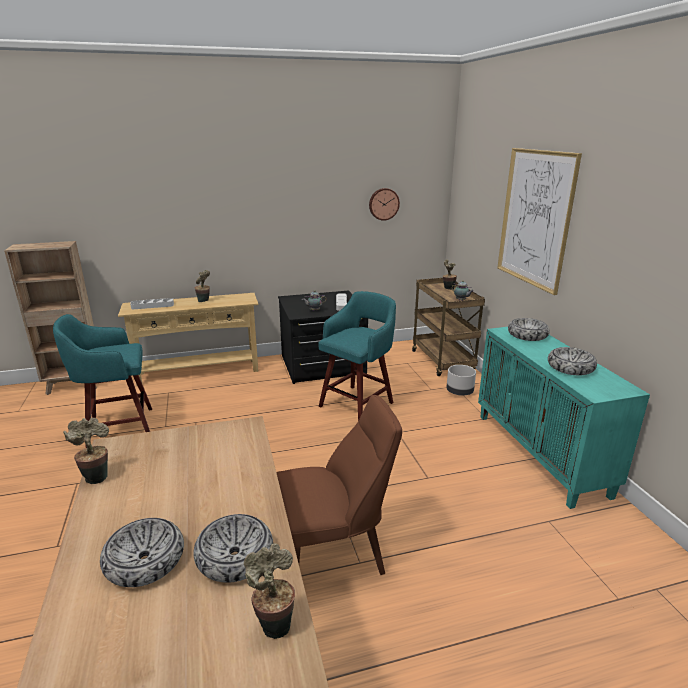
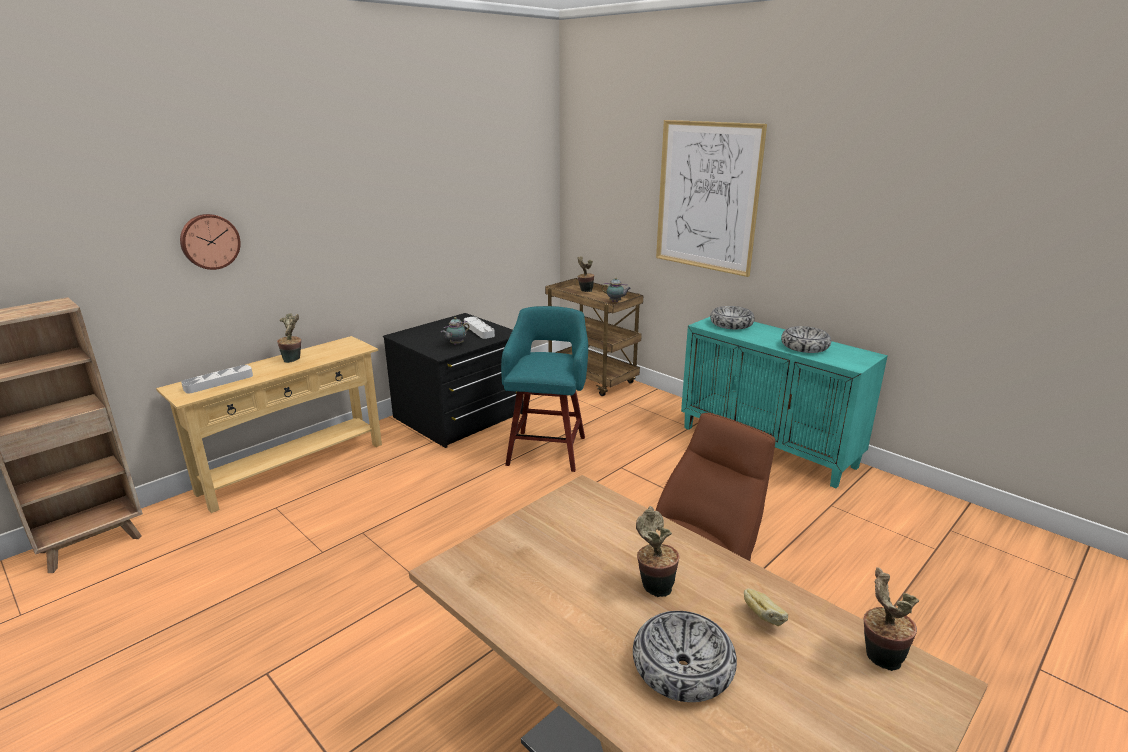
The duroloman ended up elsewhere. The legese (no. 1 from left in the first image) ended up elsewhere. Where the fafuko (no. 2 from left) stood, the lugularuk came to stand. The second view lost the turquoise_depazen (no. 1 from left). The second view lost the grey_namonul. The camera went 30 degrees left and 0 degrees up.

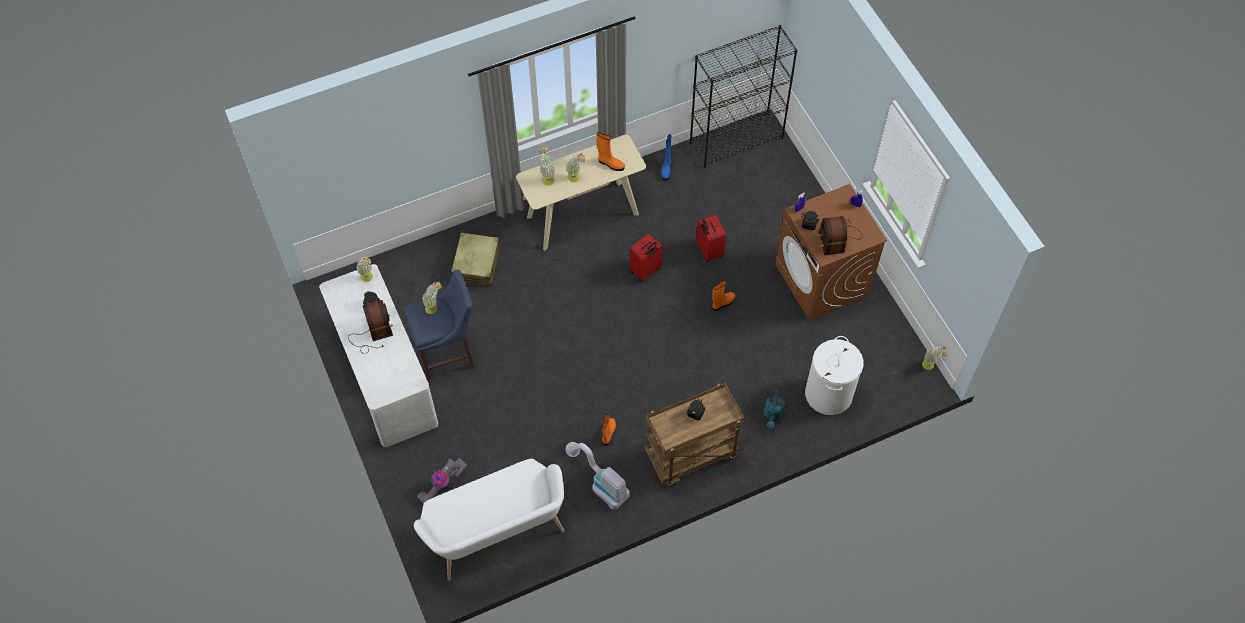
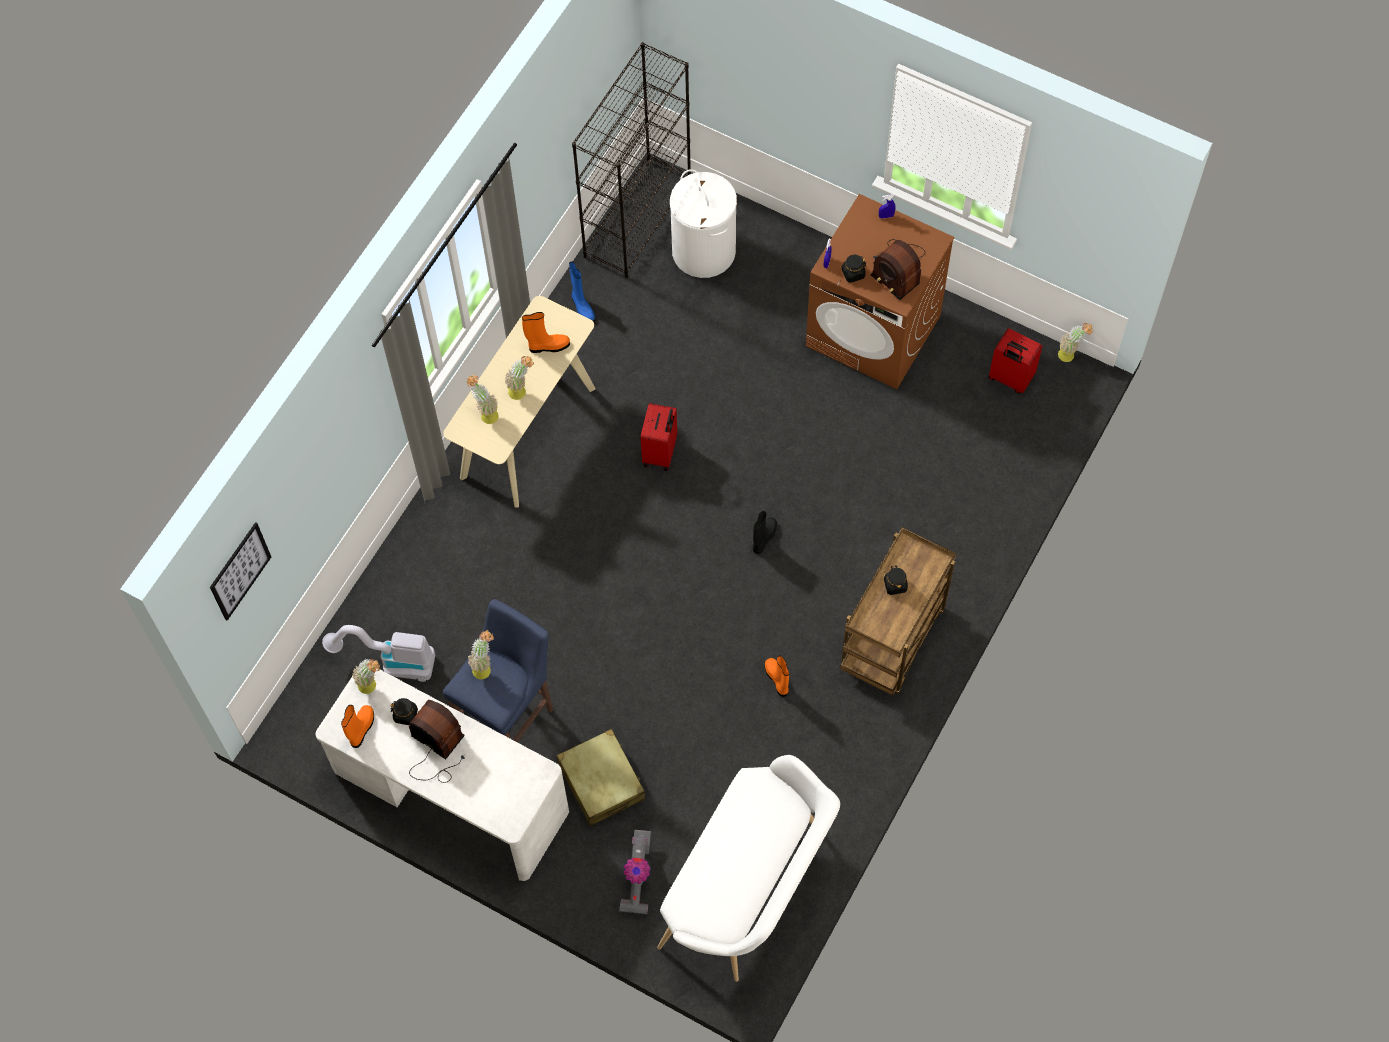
The second view gained the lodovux. The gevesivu (no. 2 from left in the first image) ended up elsewhere. The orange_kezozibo (no. 3 from left in the first image) ended up elsewhere. The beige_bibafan ended up elsewhere. The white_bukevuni ended up elsewhere. The second view gained the black_kezozibo. The red_bibafan (no. 2 from left) ended up elsewhere. The second view lost the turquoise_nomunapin. The camera went 35 degrees left and 5 degrees up.

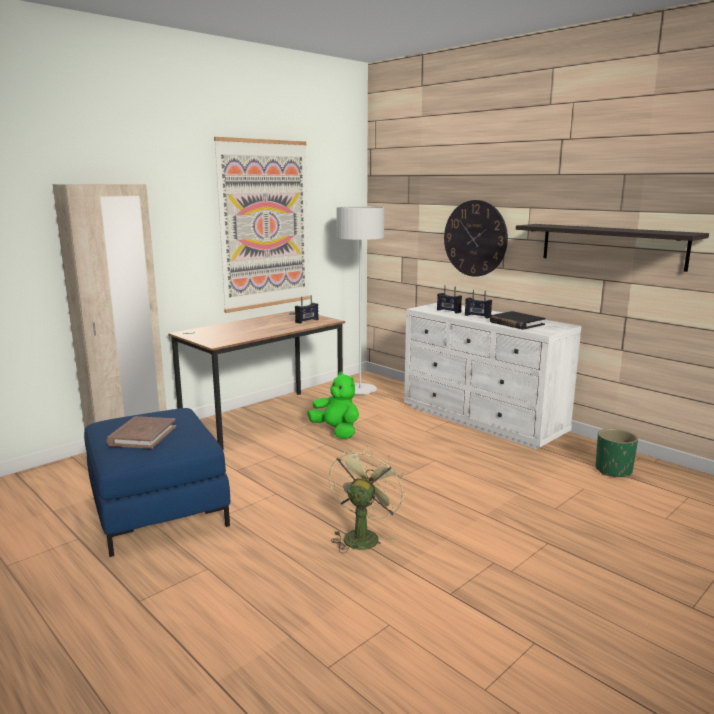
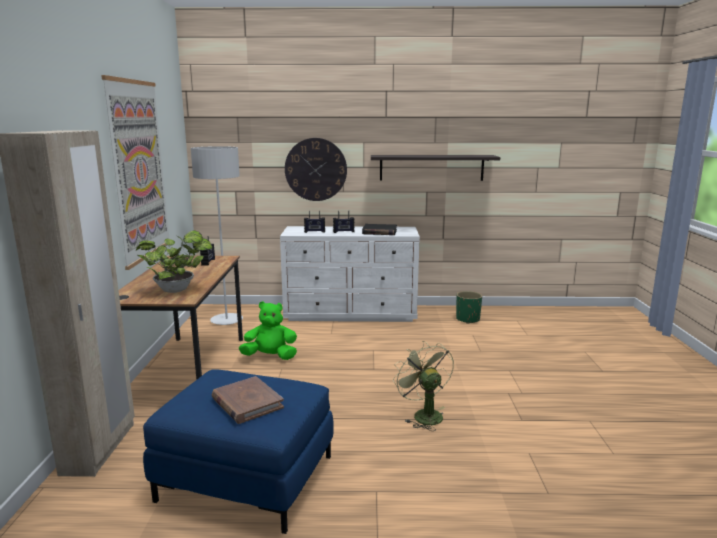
The second view gained the legese. The camera went 45 degrees left and 0 degrees up.

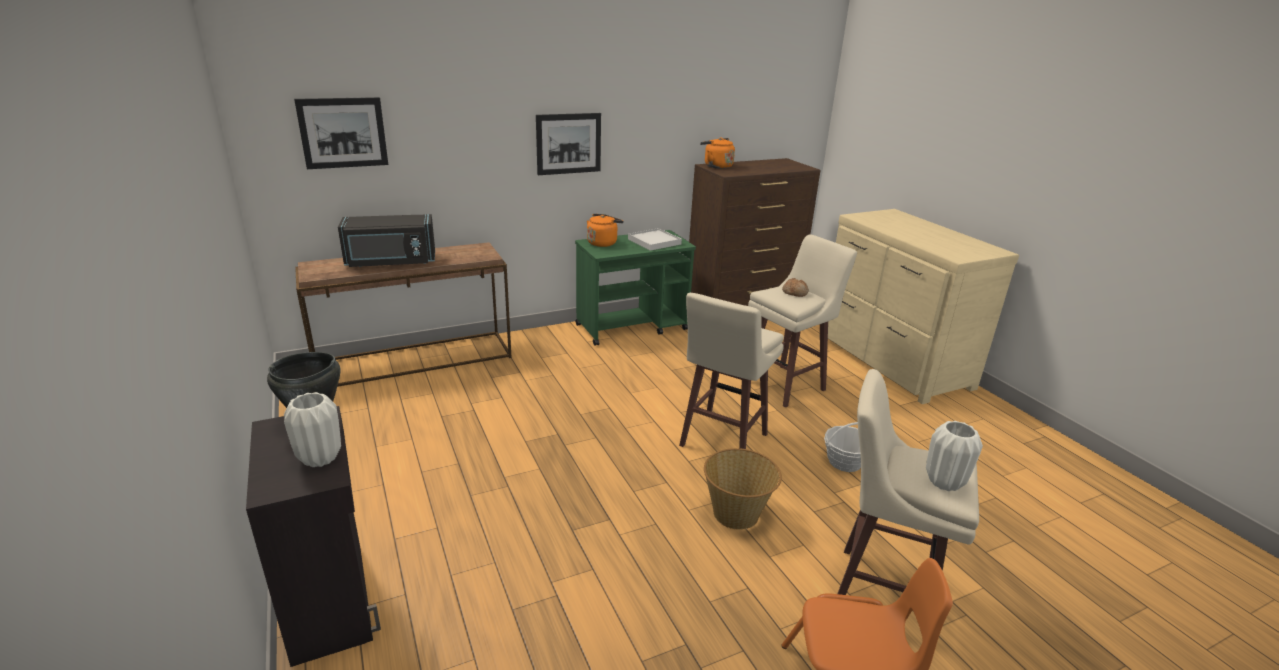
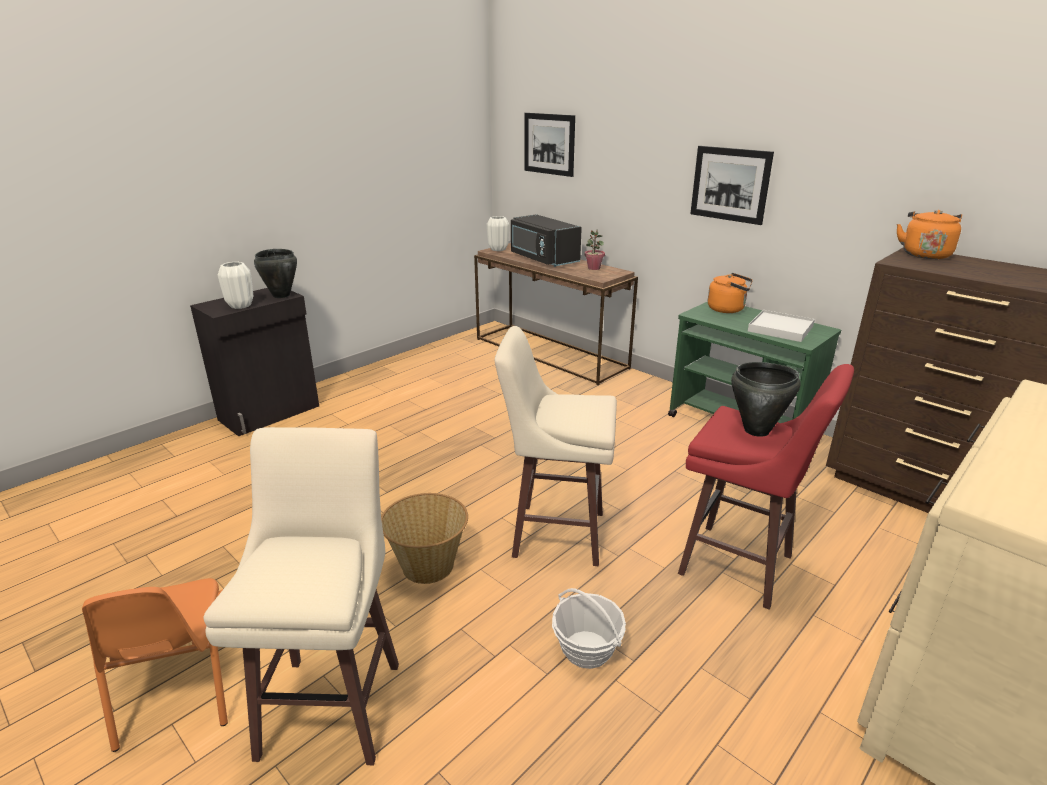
The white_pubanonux (no. 2 from left) ended up elsewhere. The second view gained the legese. What was the beige_depazen (no. 2 from left) turned into the red_depazen. Where the lugularuk stood, the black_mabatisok (no. 2 from left) came to stand. The camera went 70 degrees right and 0 degrees up.

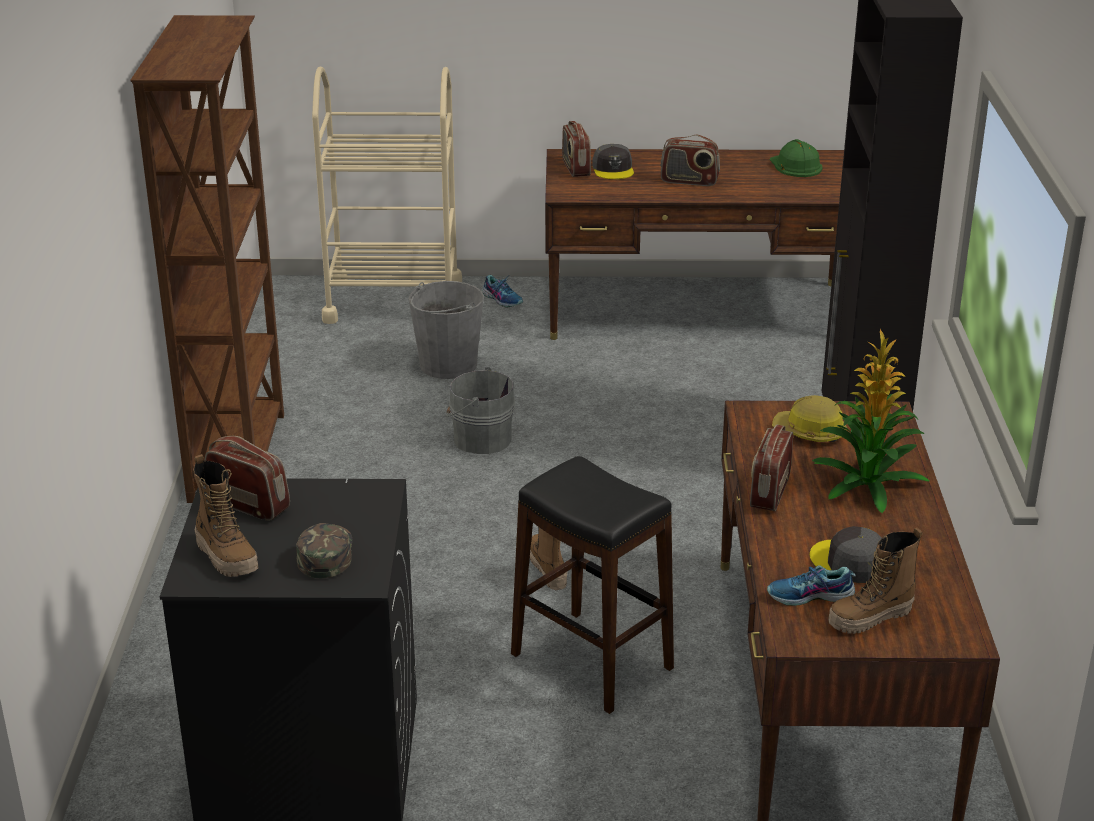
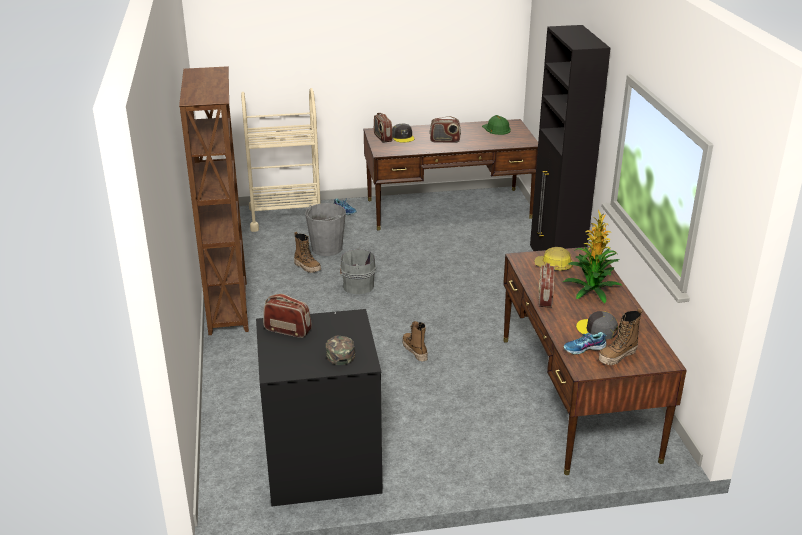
The kezozibo (no. 1 from left) ended up elsewhere. The second view lost the black_depazen. The camera went 10 degrees left and 0 degrees up.

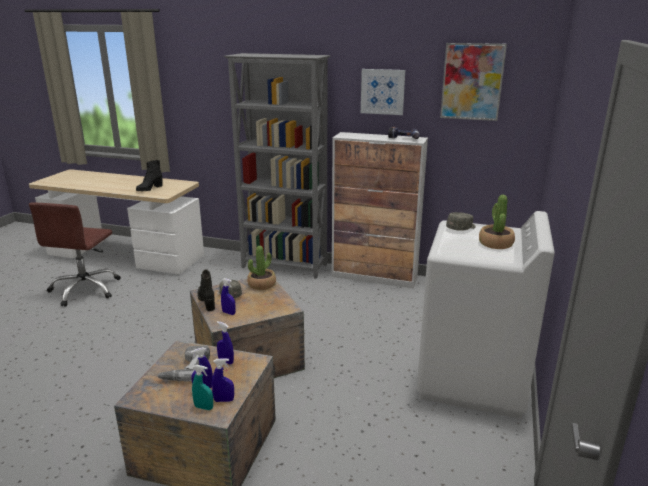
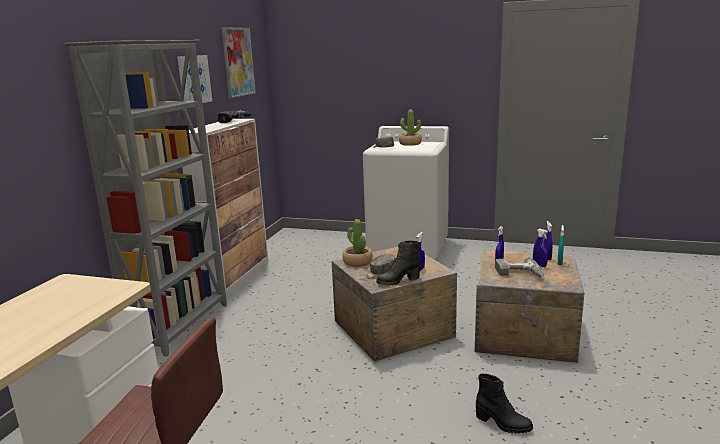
The black_kezozibo (no. 1 from left in the first image) ended up elsewhere. The camera went 90 degrees left and 5 degrees down.

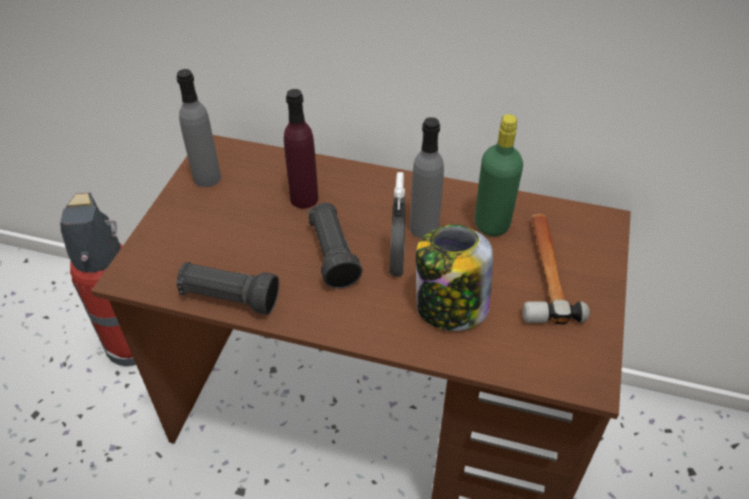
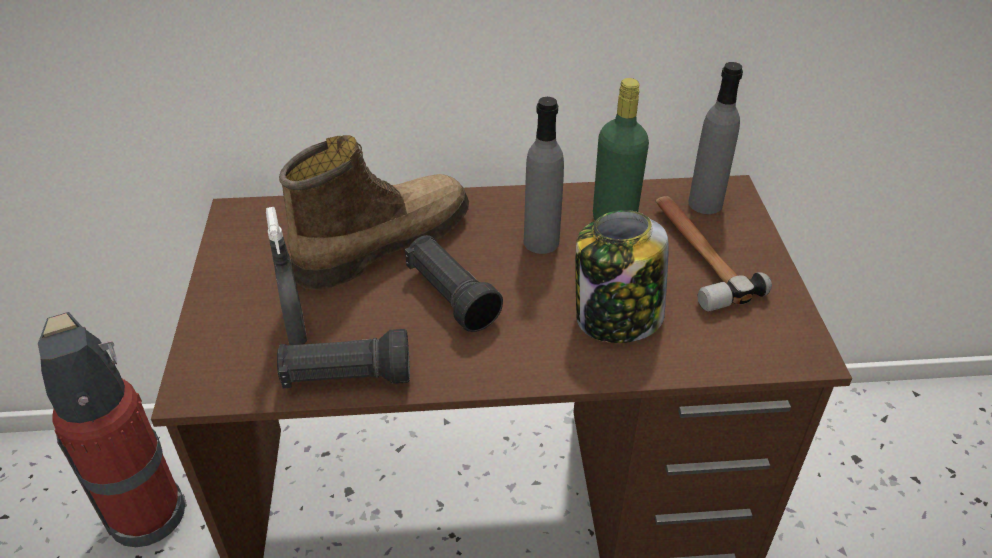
The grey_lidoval ended up elsewhere. Where the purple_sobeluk stood, the kezozibo came to stand. The grey_sobeluk (no. 1 from left in the first image) ended up elsewhere. The camera went 20 degrees left and 5 degrees down.

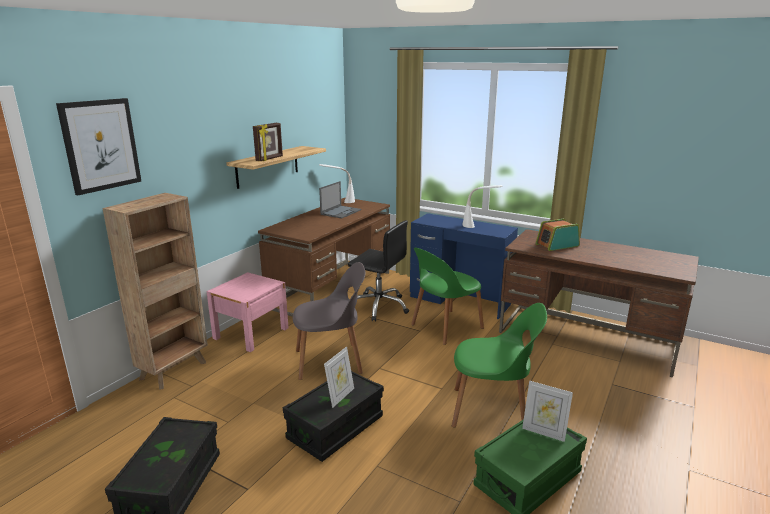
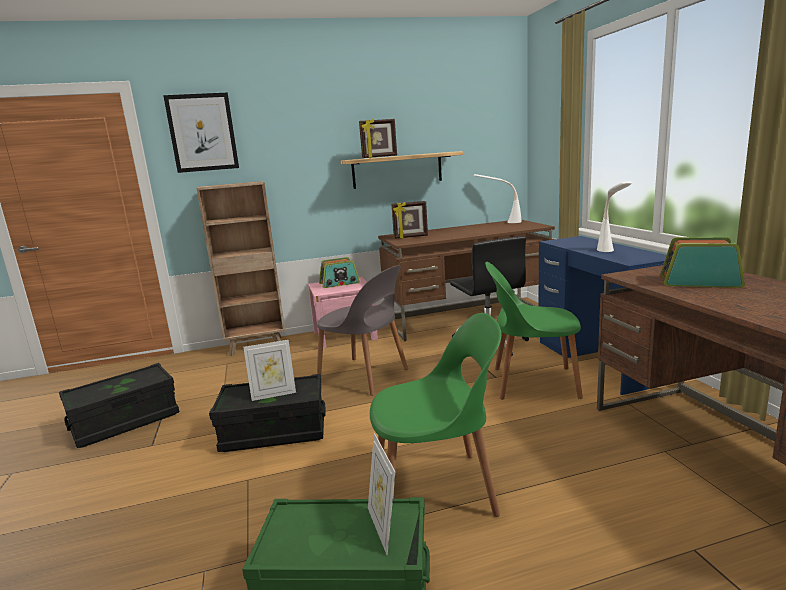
The second view gained the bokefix (no. 1 from left). The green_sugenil (no. 2 from left in the first image) ended up facing another way, 60 degrees counterclockwise from before. The second view gained the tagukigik (no. 4 from left). The second view lost the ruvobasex. The camera went 45 degrees right and 5 degrees down.

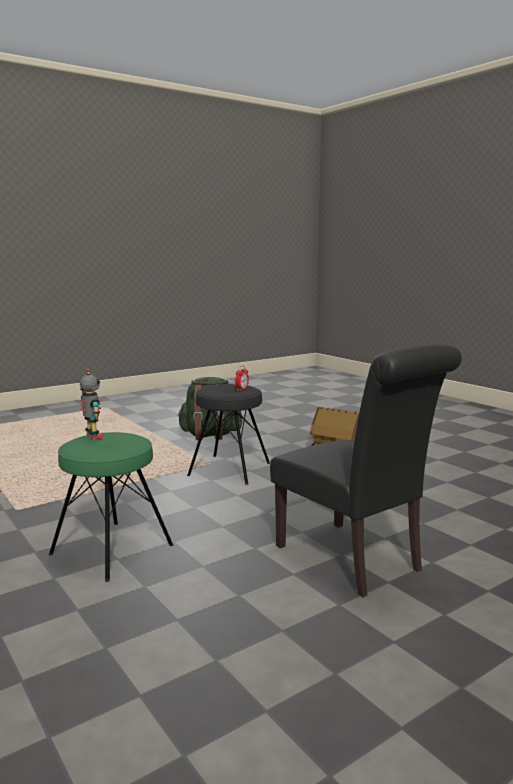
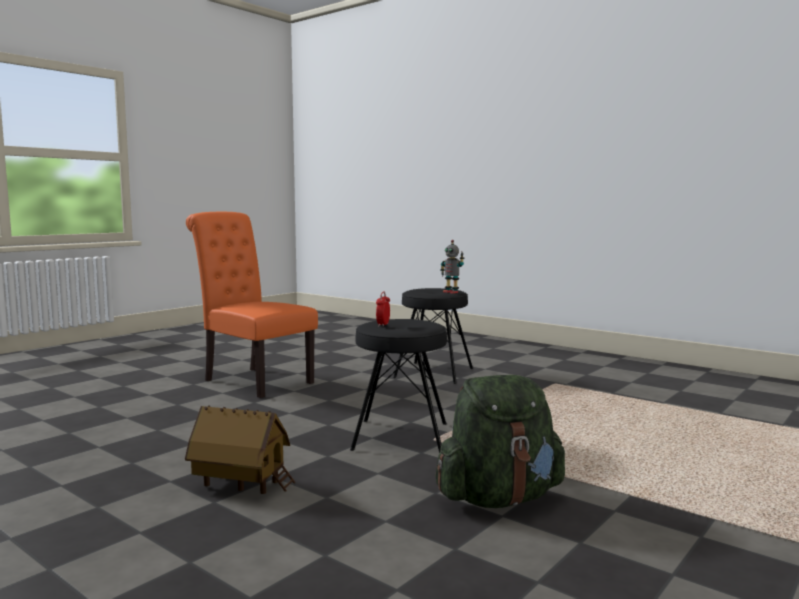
What was the black_sugenil turned into the orange_sugenil. What was the green_depazen turned into the black_depazen (no. 2 from left). The camera went 165 degrees right and 5 degrees down.

